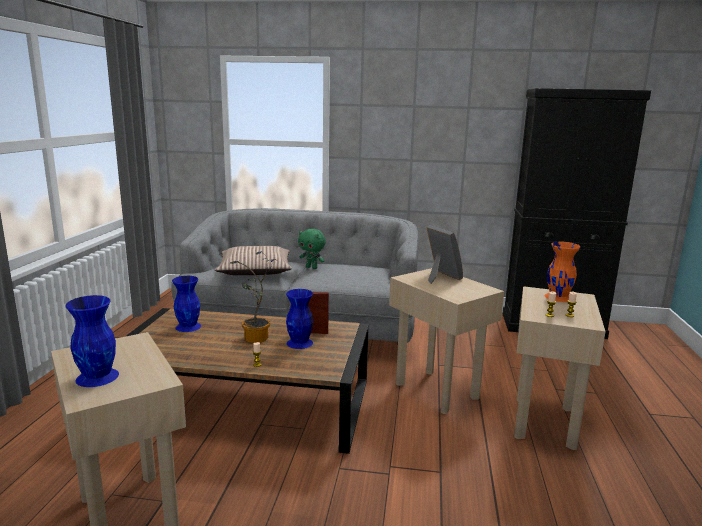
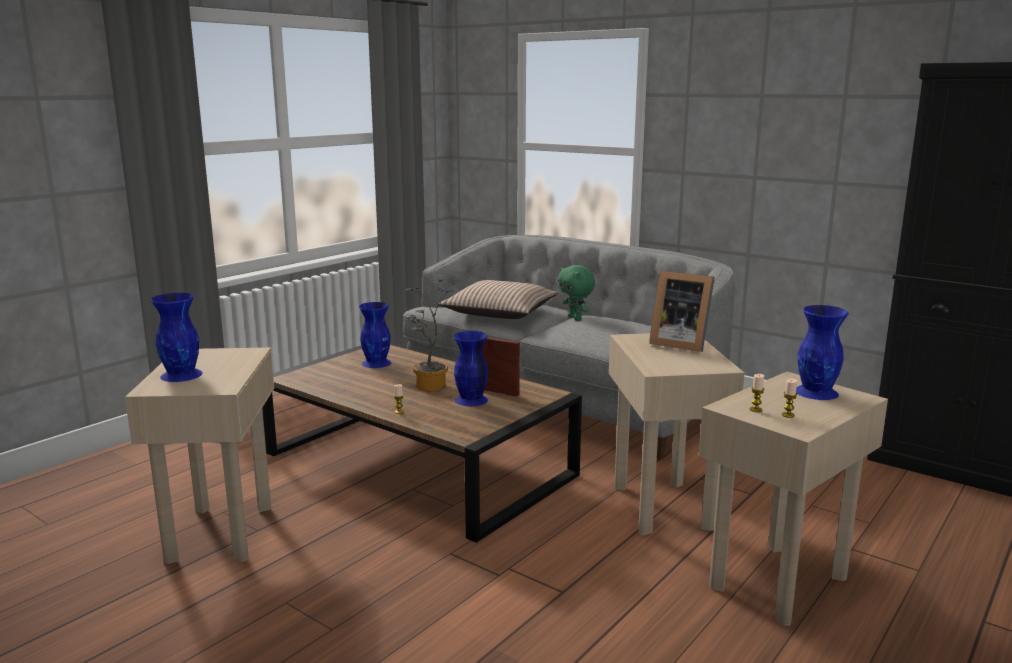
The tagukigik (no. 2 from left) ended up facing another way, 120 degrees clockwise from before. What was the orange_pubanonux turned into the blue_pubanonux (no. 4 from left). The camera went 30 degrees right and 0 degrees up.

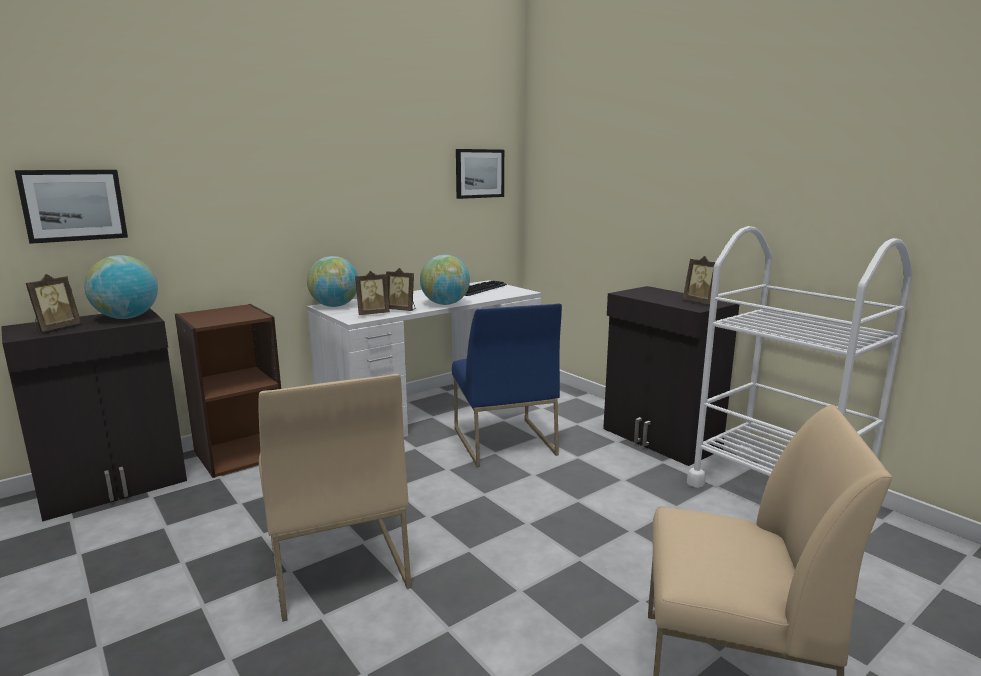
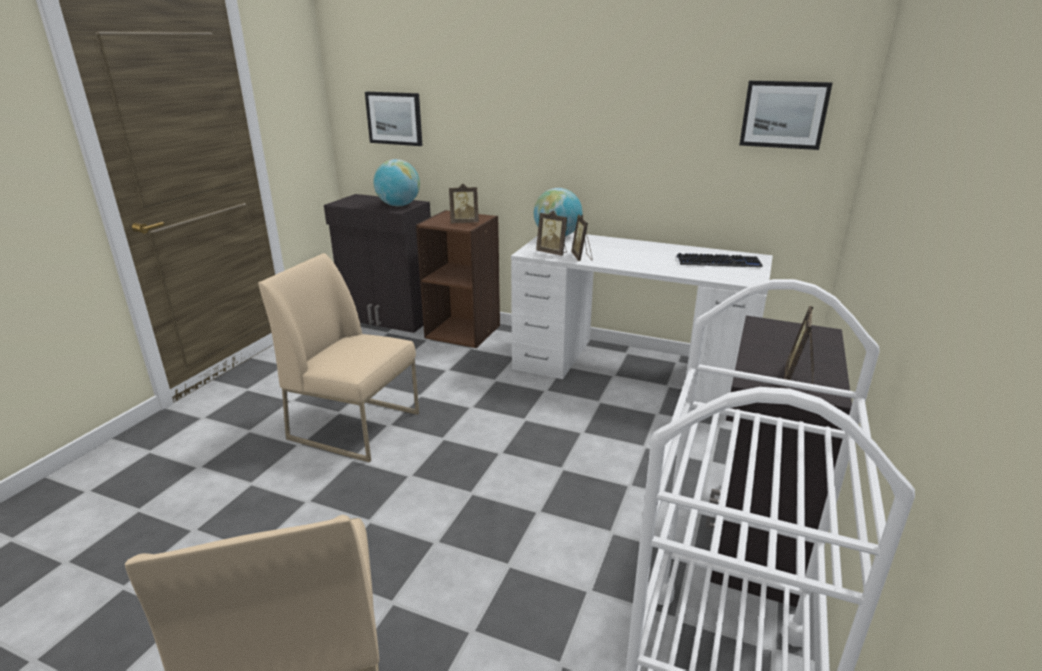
The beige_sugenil (no. 1 from left in the first image) ended up facing another way, 75 degrees clockwise from before. The tagukigik (no. 1 from left) ended up elsewhere. The second view lost the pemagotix (no. 3 from left). The second view lost the blue_sugenil. The camera went 60 degrees right and 10 degrees up.

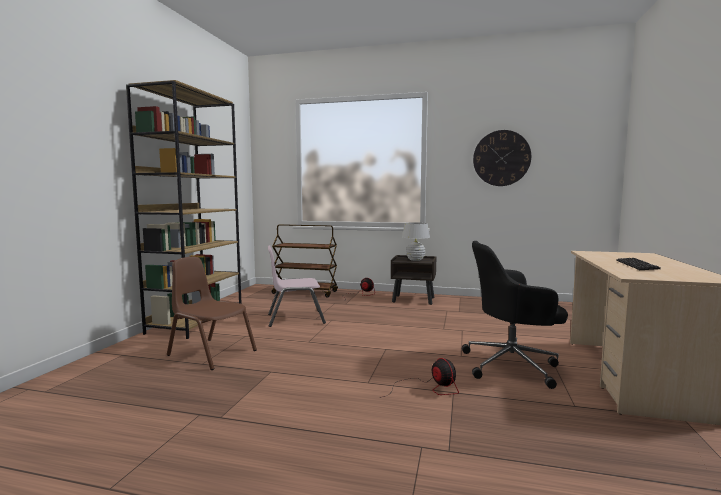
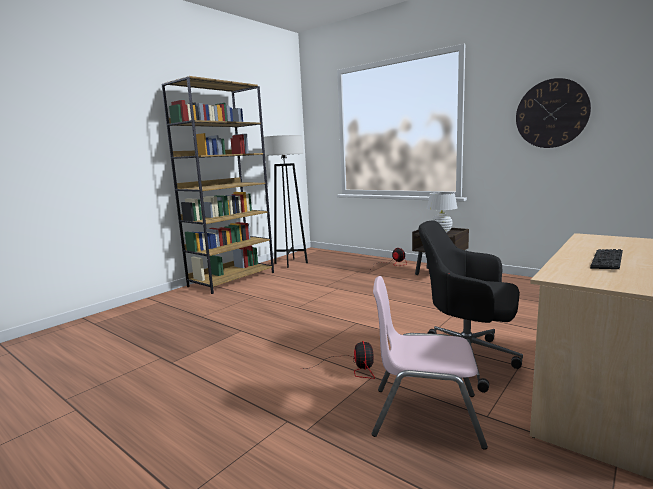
The second view gained the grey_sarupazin. The pink_sugenil ended up elsewhere. The second view lost the brown_sugenil. The second view lost the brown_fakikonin. The camera went 25 degrees right and 5 degrees up.

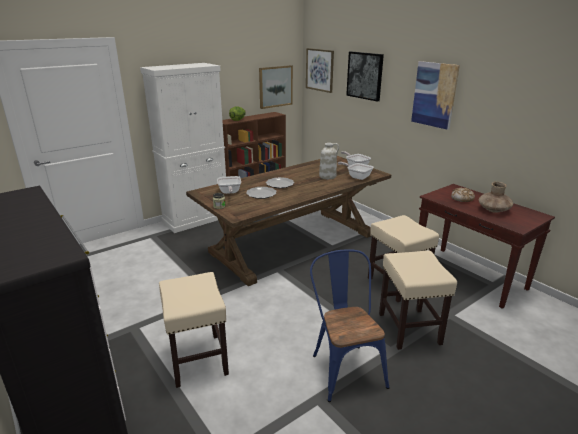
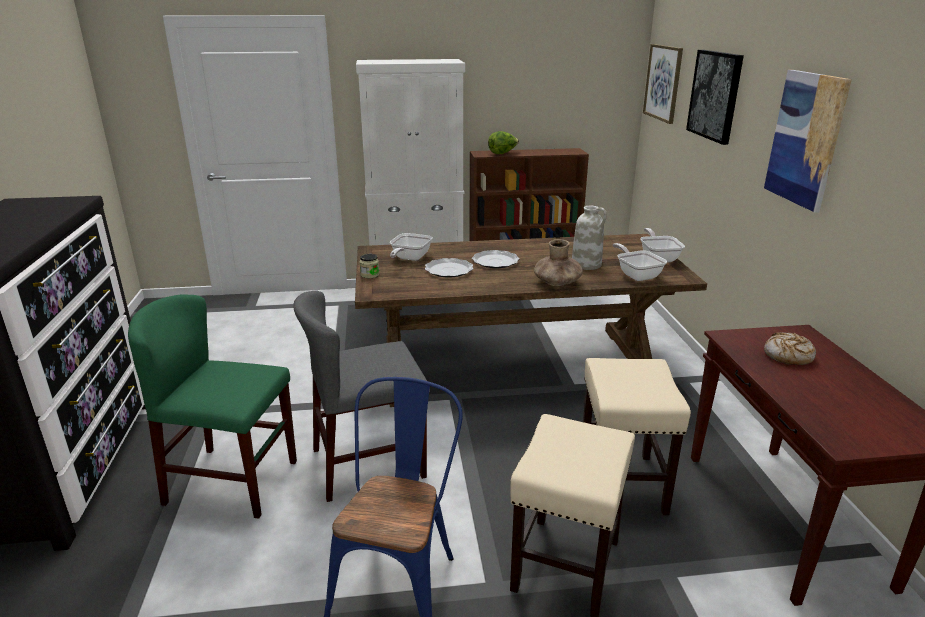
Where the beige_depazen (no. 1 from left) stood, the green_sugenil came to stand. The second view gained the grey_sugenil. The brown_pubanonux ended up elsewhere. The second view lost the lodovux (no. 1 from left). The camera went 30 degrees right and 0 degrees up.

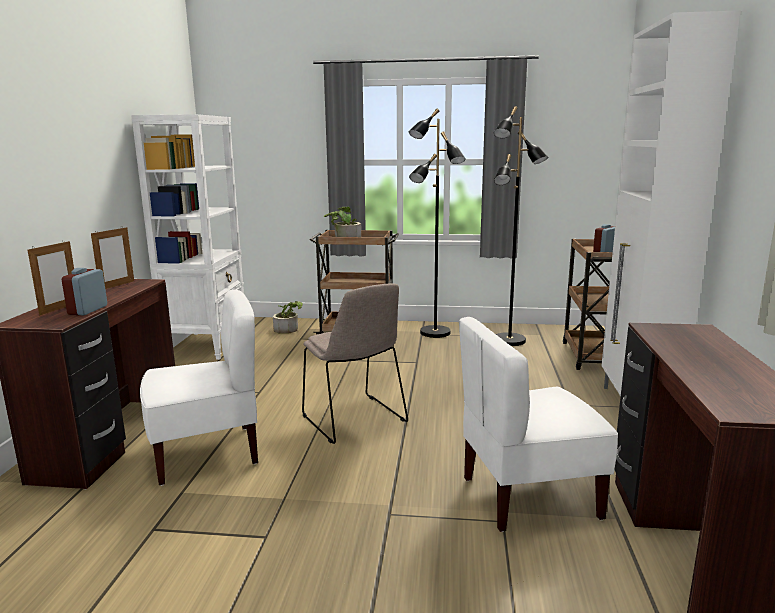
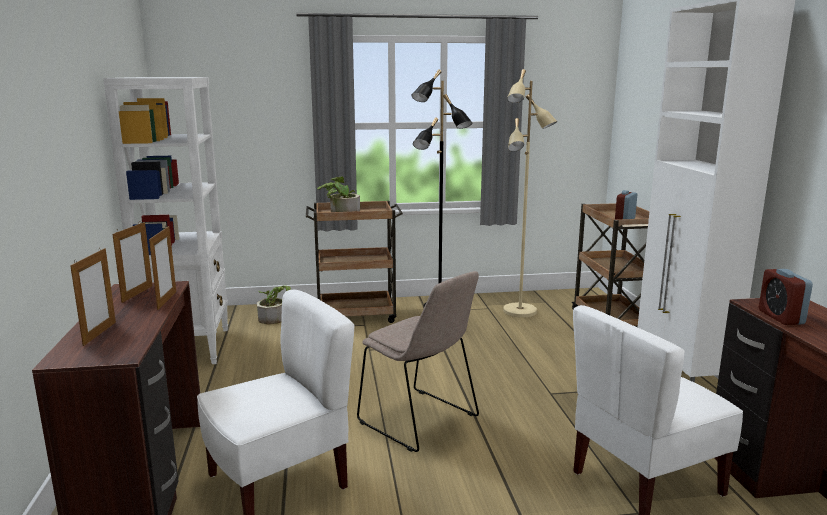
The second view gained the tagukigik (no. 3 from left). What was the black_sarupazin (no. 2 from left) turned into the beige_sarupazin. The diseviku (no. 1 from left in the first image) ended up elsewhere. The camera went 15 degrees left and 0 degrees up.

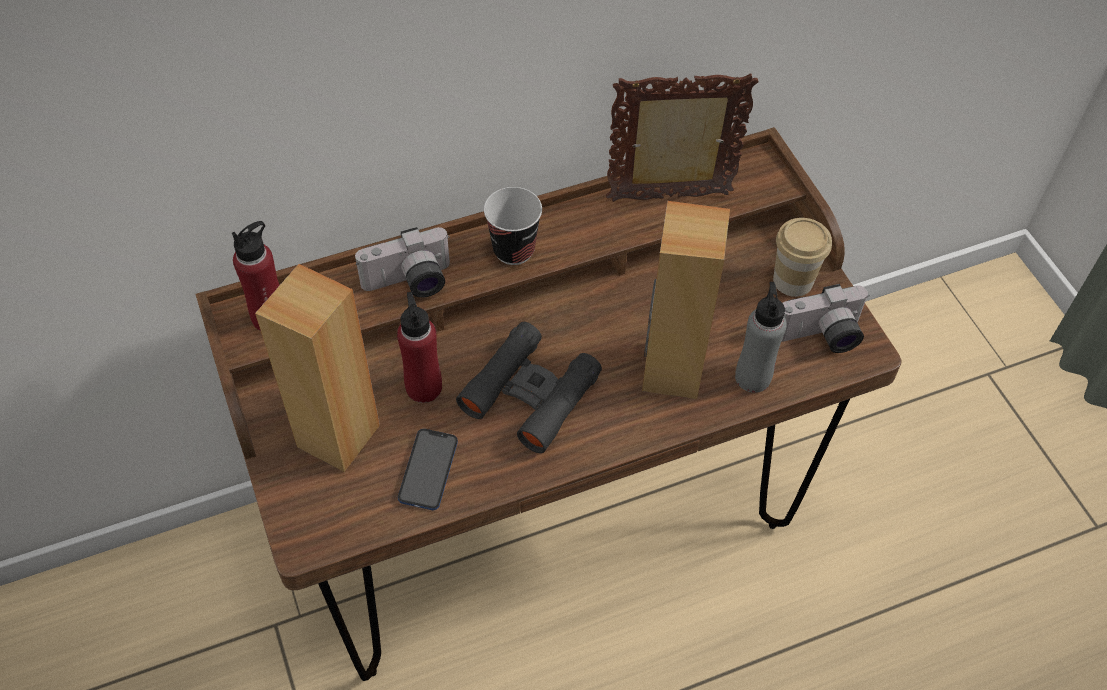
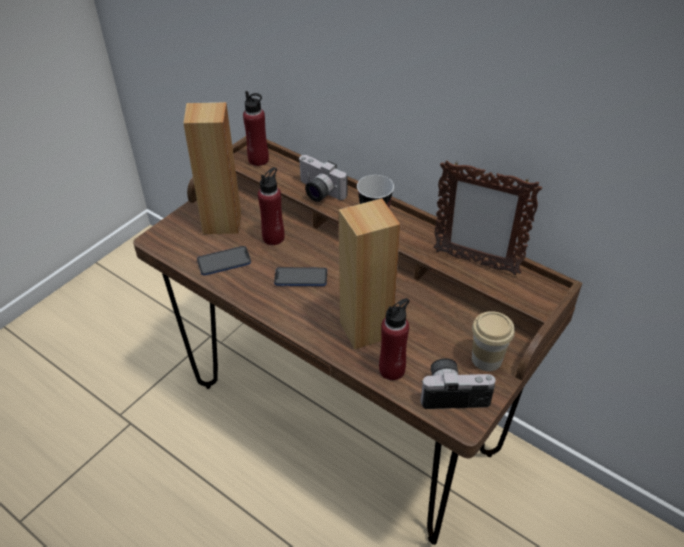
Where the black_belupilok stood, the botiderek (no. 2 from left) came to stand. What was the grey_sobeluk turned into the red_sobeluk (no. 3 from left). The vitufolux (no. 2 from left) ended up facing another way, 135 degrees clockwise from before. The tagukigik ended up facing another way, 150 degrees clockwise from before. The camera went 60 degrees right and 10 degrees down.

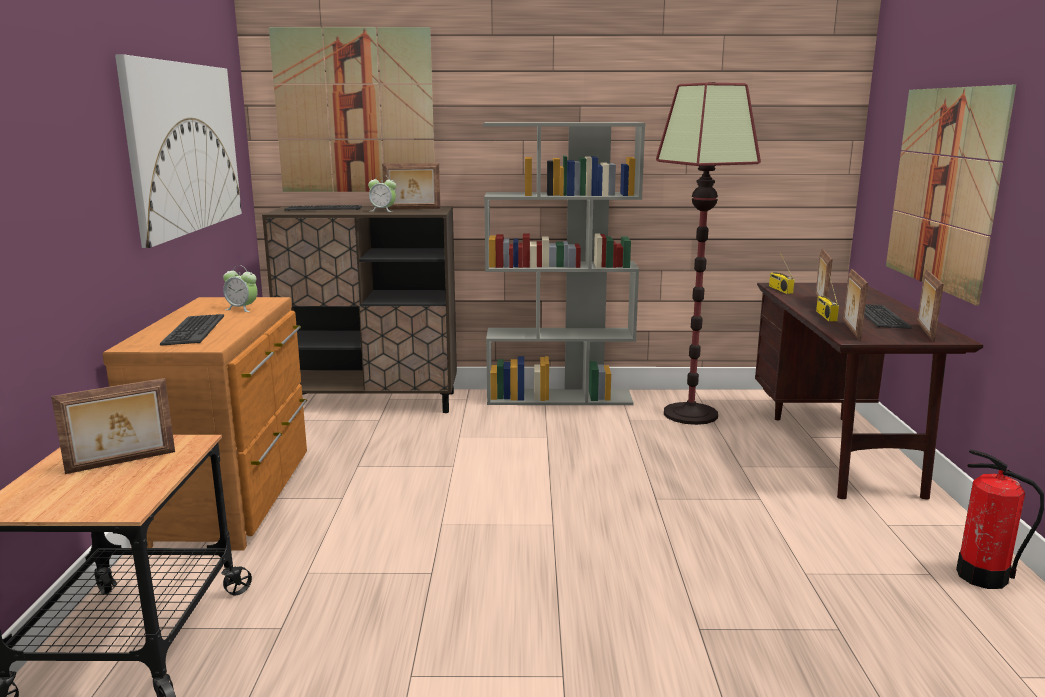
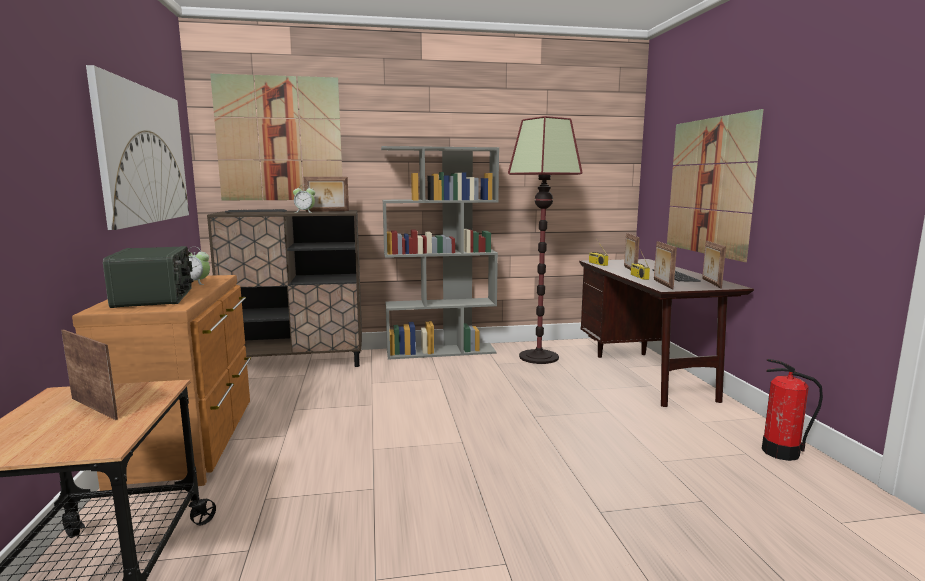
The tagukigik (no. 1 from left) ended up facing another way, 105 degrees counterclockwise from before. Where the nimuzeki (no. 1 from left) stood, the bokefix (no. 1 from left) came to stand. The camera went 10 degrees left and 5 degrees down.

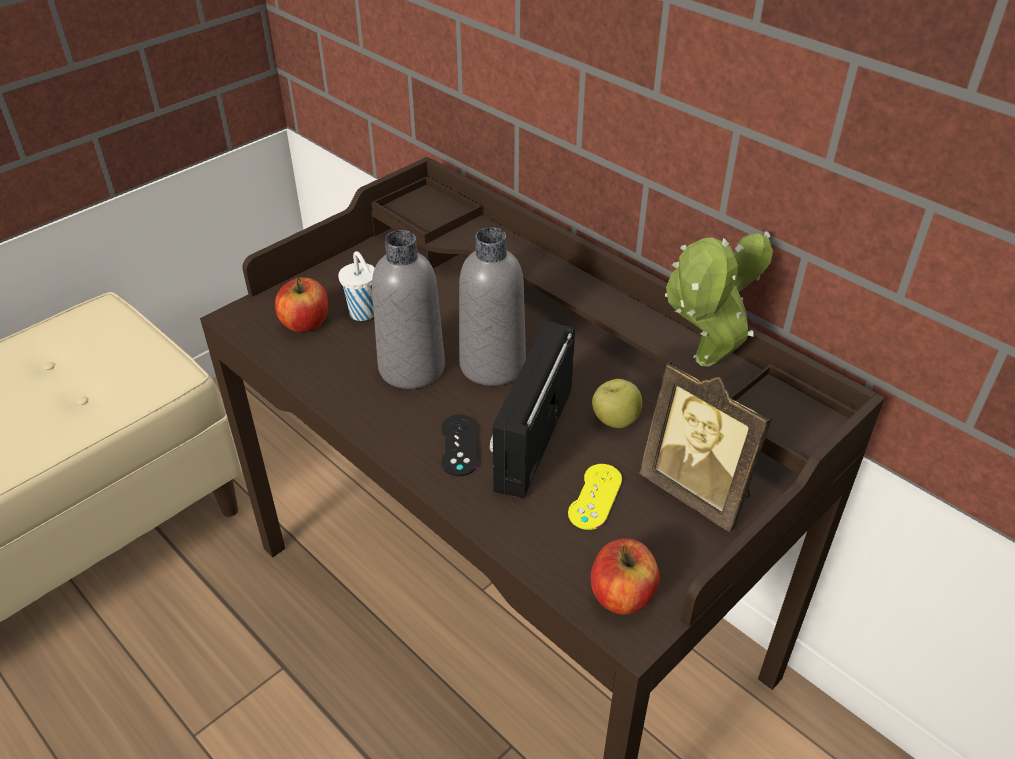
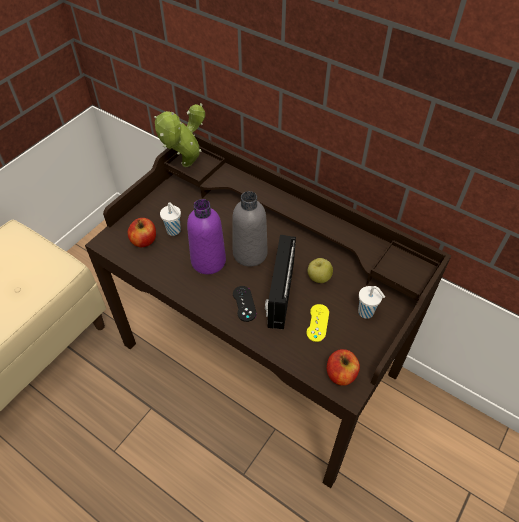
The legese ended up elsewhere. What was the grey_sobeluk (no. 1 from left) turned into the purple_sobeluk. Where the tagukigik stood, the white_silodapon (no. 2 from left) came to stand. The camera went 10 degrees left and 10 degrees up.

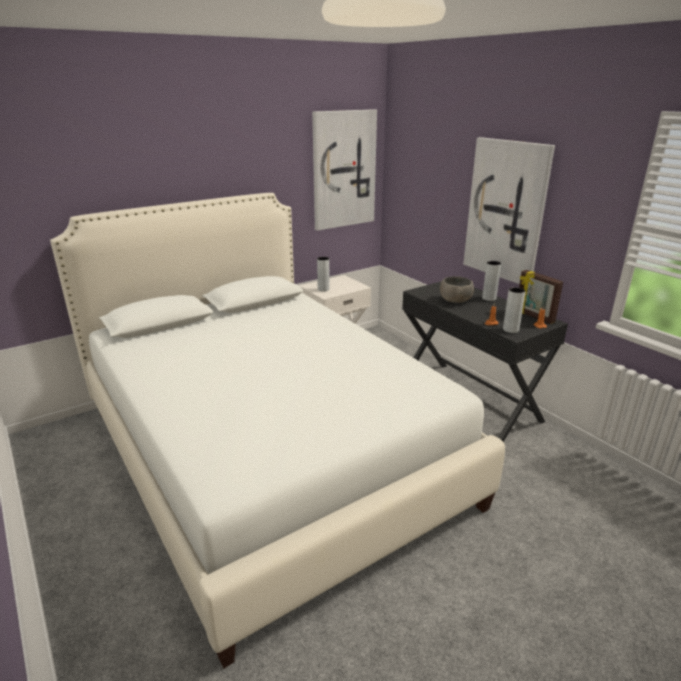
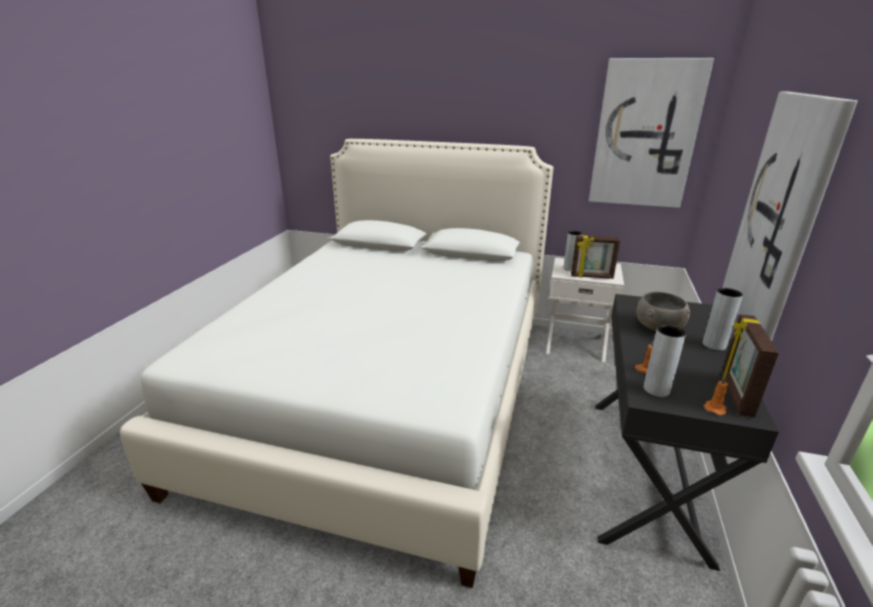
The second view gained the tagukigik (no. 1 from left). The camera went 50 degrees right and 0 degrees up.

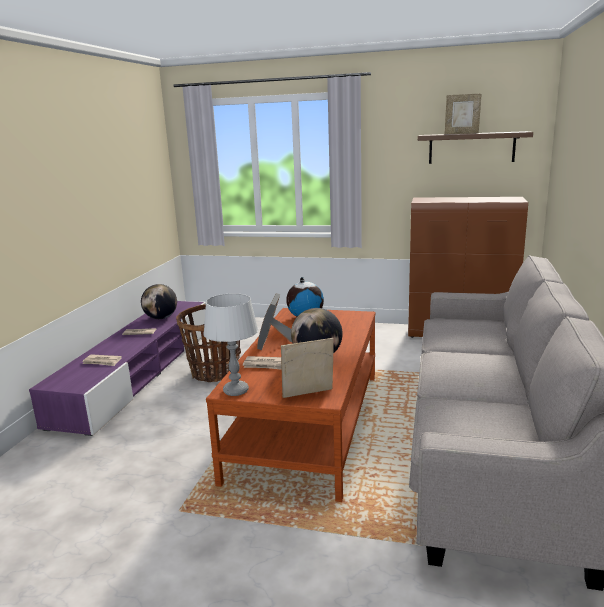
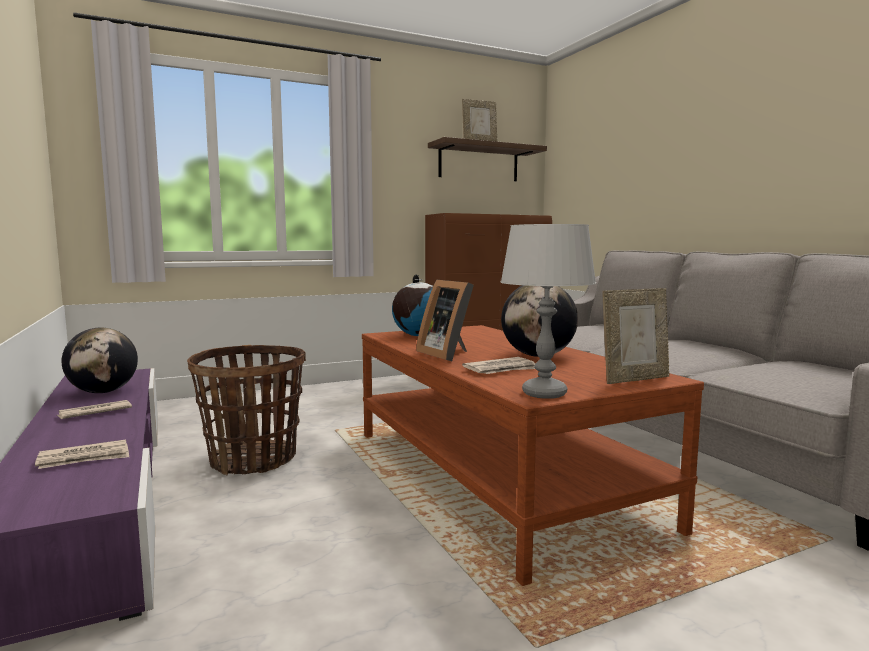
The tagukigik (no. 2 from left in the first image) ended up facing another way, 150 degrees counterclockwise from before. The camera went 40 degrees left and 10 degrees down.

